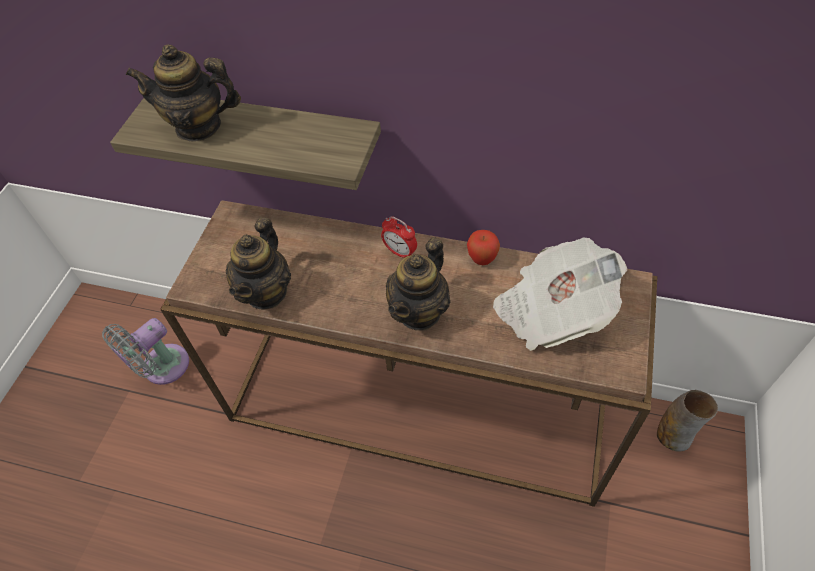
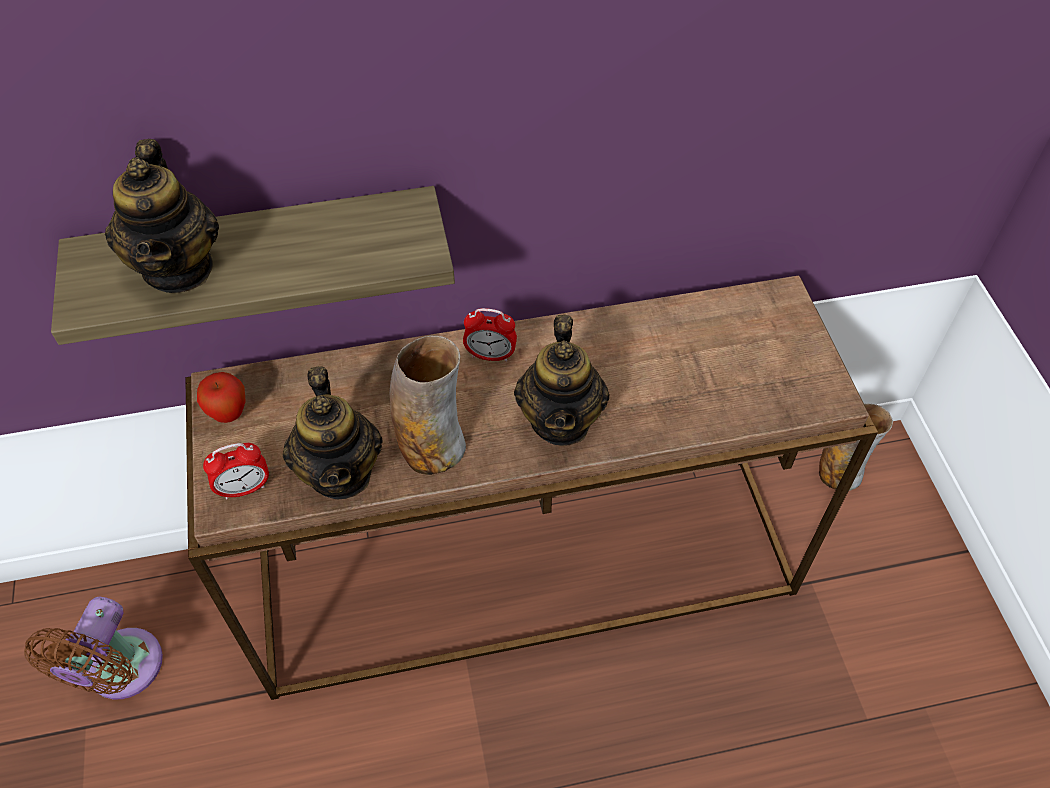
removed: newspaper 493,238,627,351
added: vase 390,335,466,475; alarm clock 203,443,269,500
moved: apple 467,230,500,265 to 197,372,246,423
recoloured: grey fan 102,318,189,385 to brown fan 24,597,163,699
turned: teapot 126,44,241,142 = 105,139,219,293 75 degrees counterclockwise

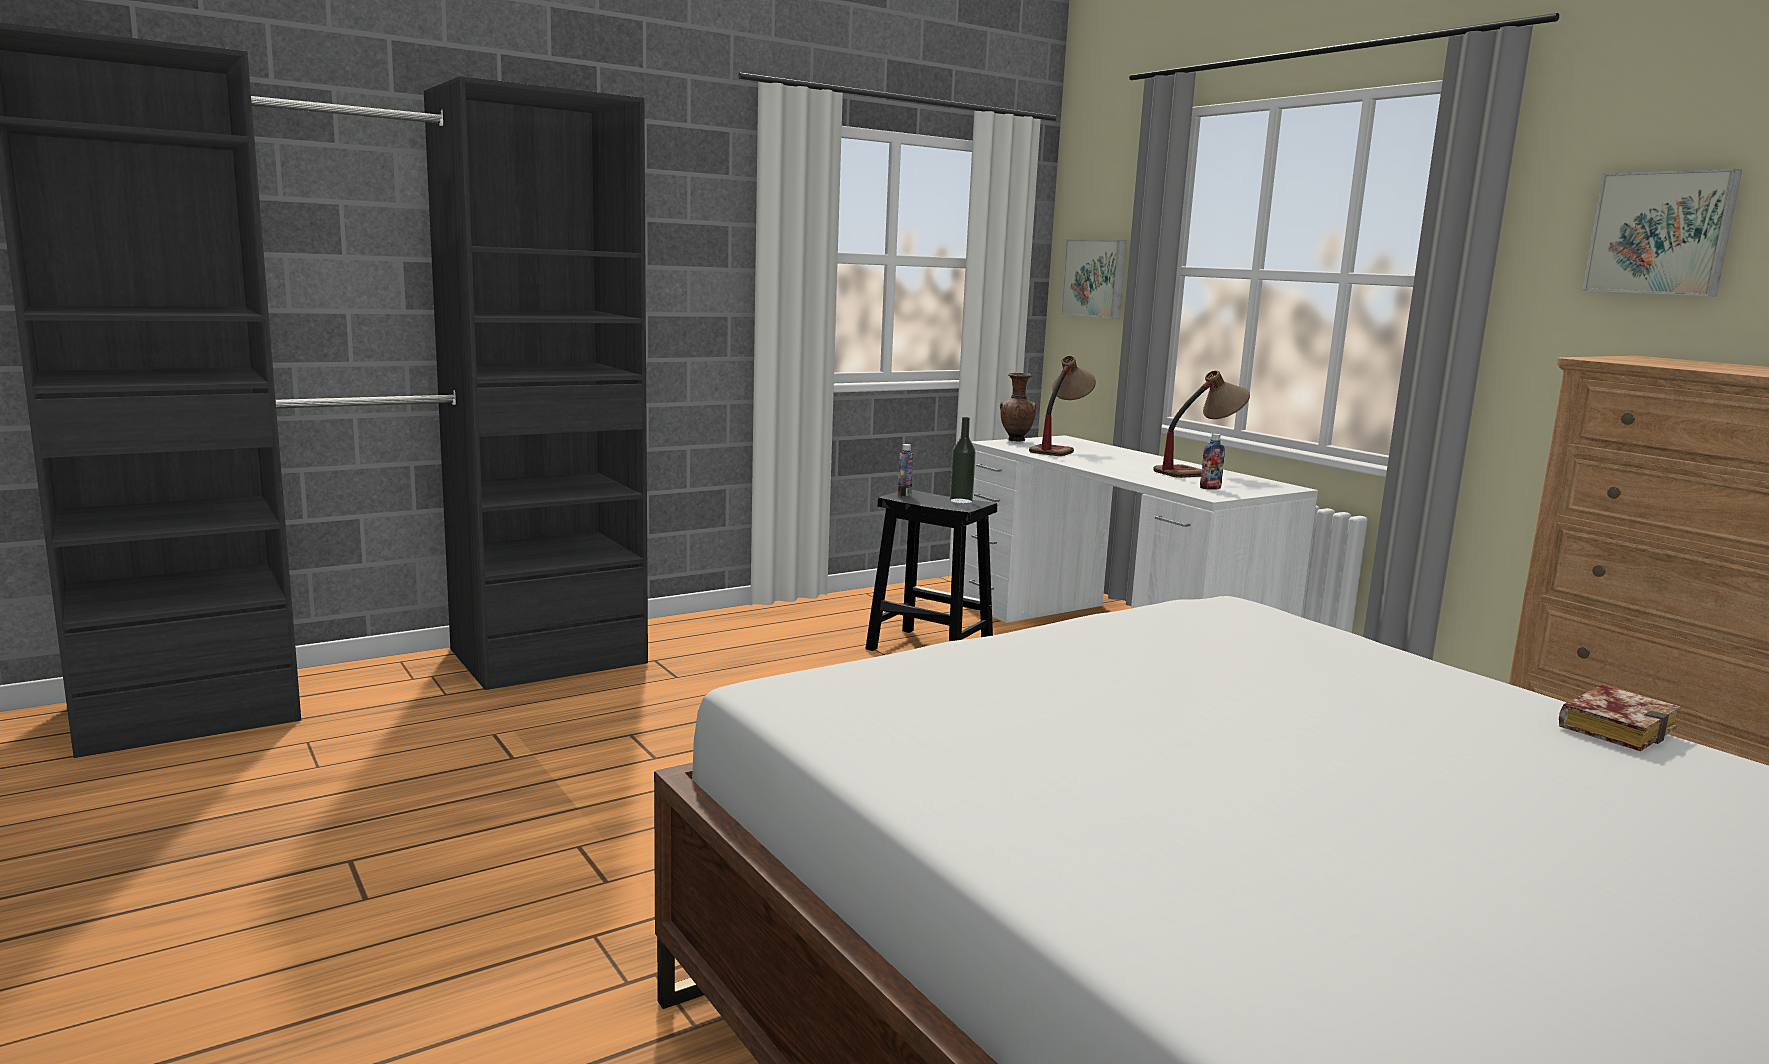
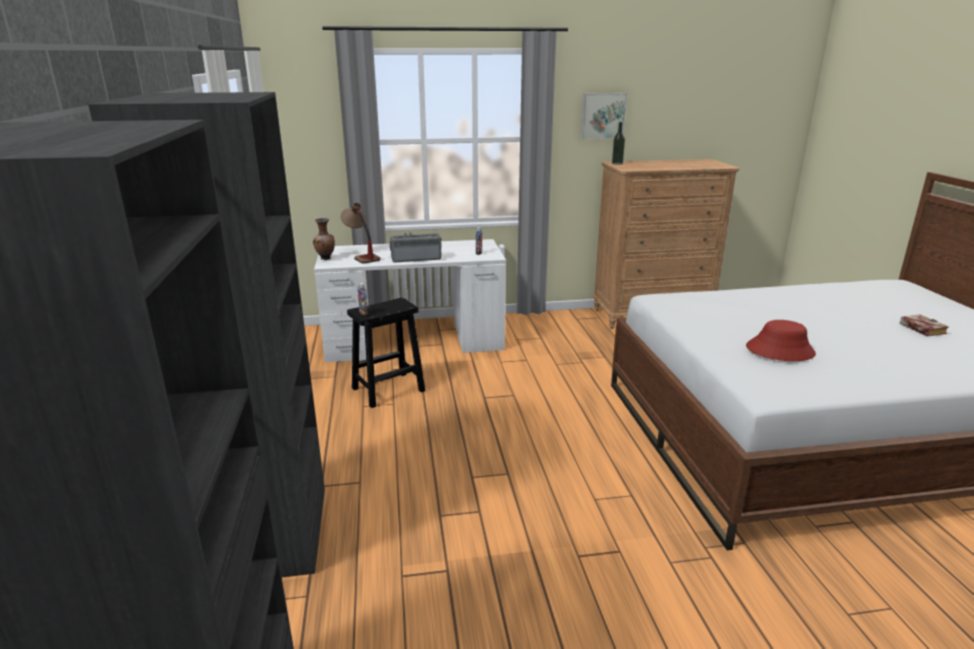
removed: picture 1061,239,1126,319; table lamp 1153,370,1250,478
added: radio 390,232,442,263; red hat 746,320,816,361
moved: bottle 950,417,976,504 to 612,122,625,165; book 1559,685,1681,751 to 899,314,949,336

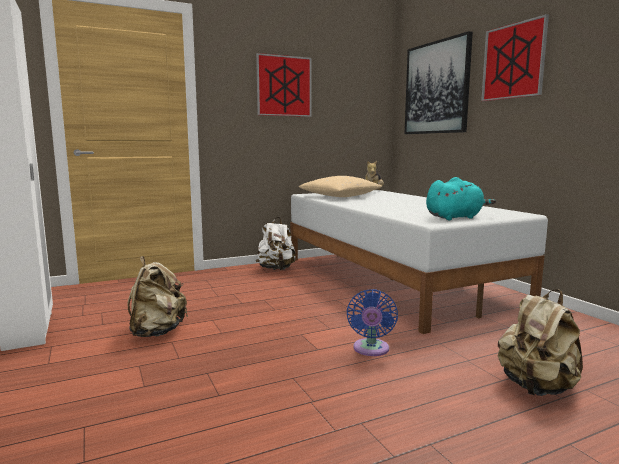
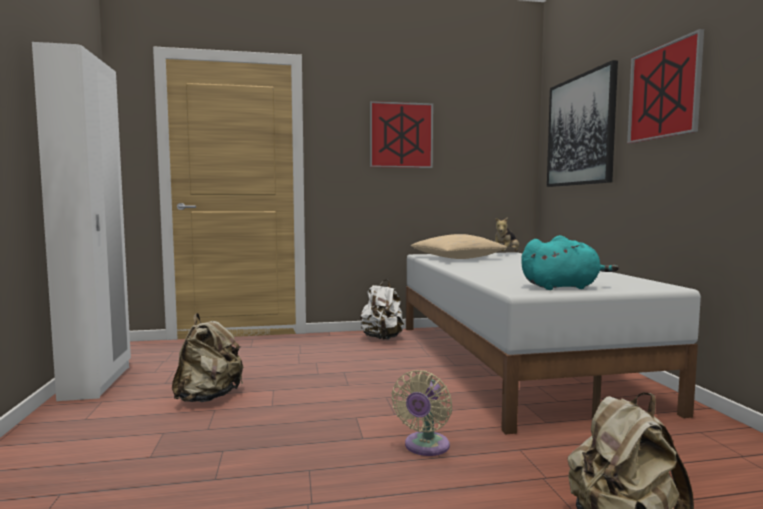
recoloured: blue fan 347,289,398,356 to beige fan 391,370,452,456

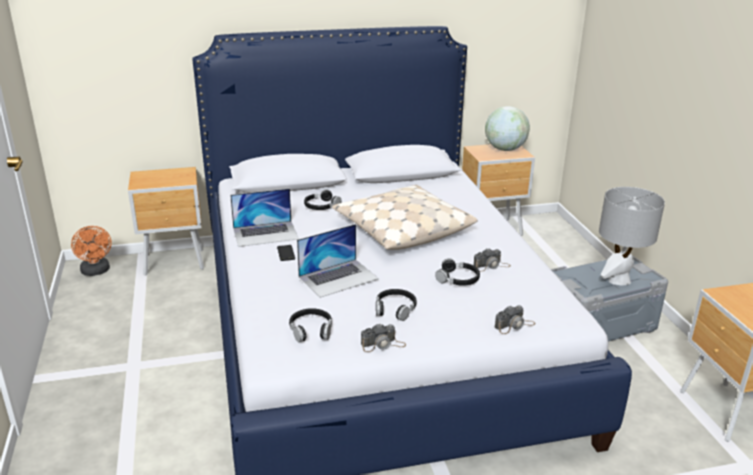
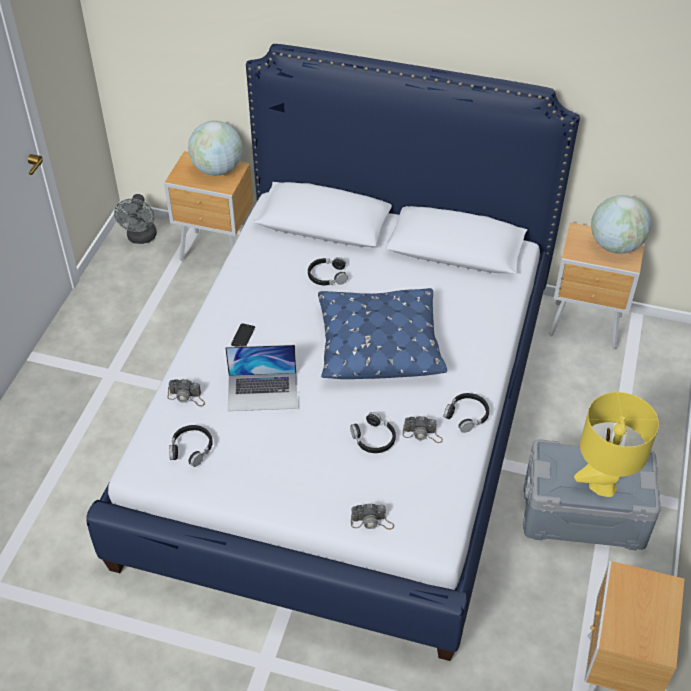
removed: laptop 230,188,299,247
added: globe 188,121,242,176
moved: black headphones 376,289,417,321 to 443,393,489,433; photo camera 361,324,406,352 to 167,379,205,406
recoloured: beige pillow 332,185,478,250 to blue pillow 318,288,447,379; grey table lamp 599,187,665,286 to yellow table lamp 574,392,659,497; orange fan 71,226,112,276 to grey fan 114,194,157,244

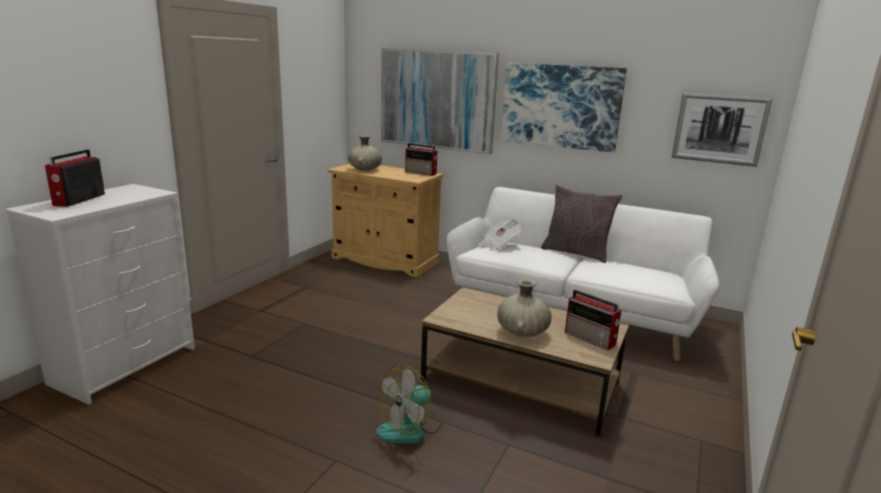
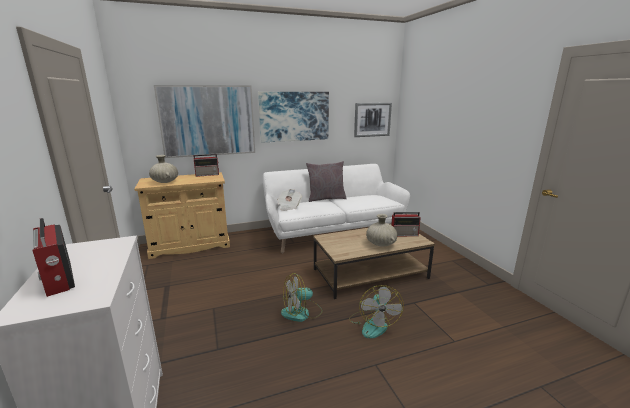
added: fan 281,273,323,322

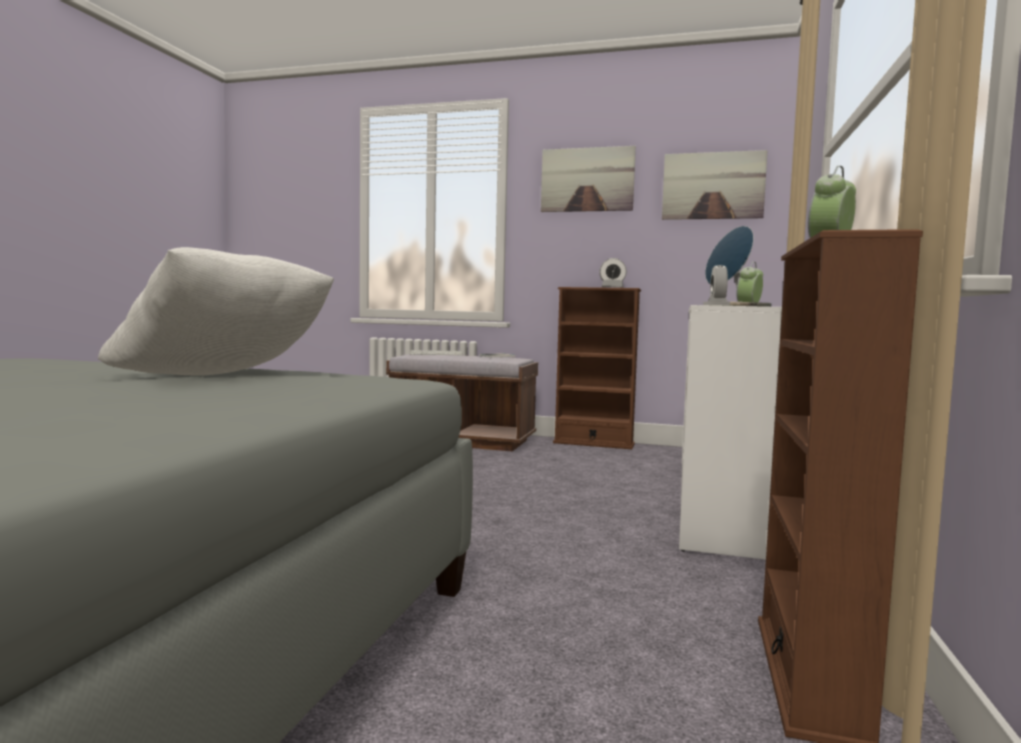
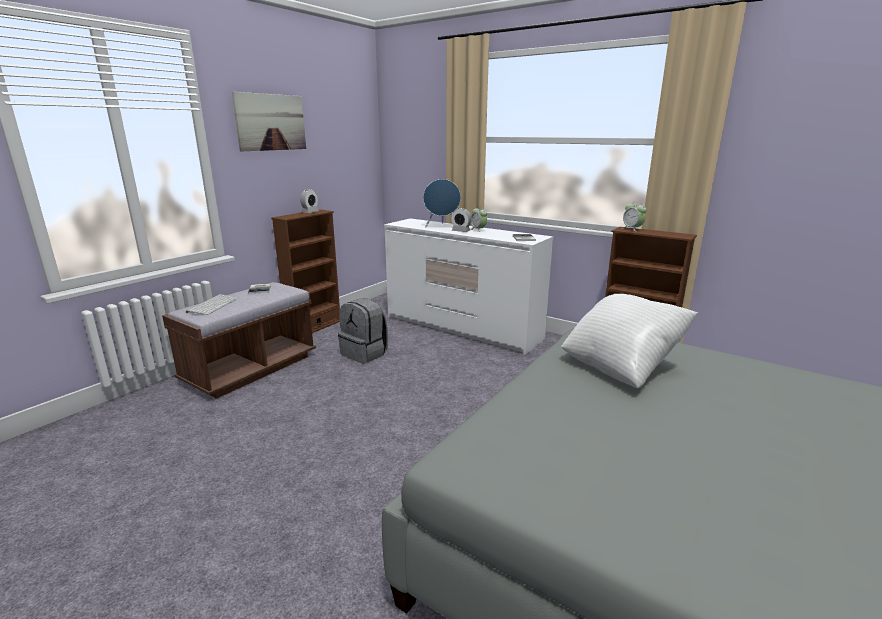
removed: picture 662,150,767,220
added: grey backpack 338,298,388,364

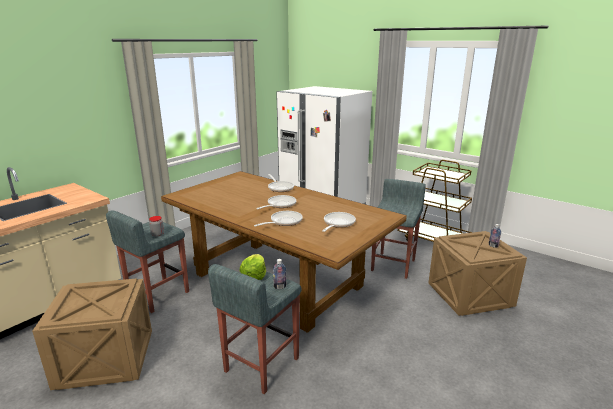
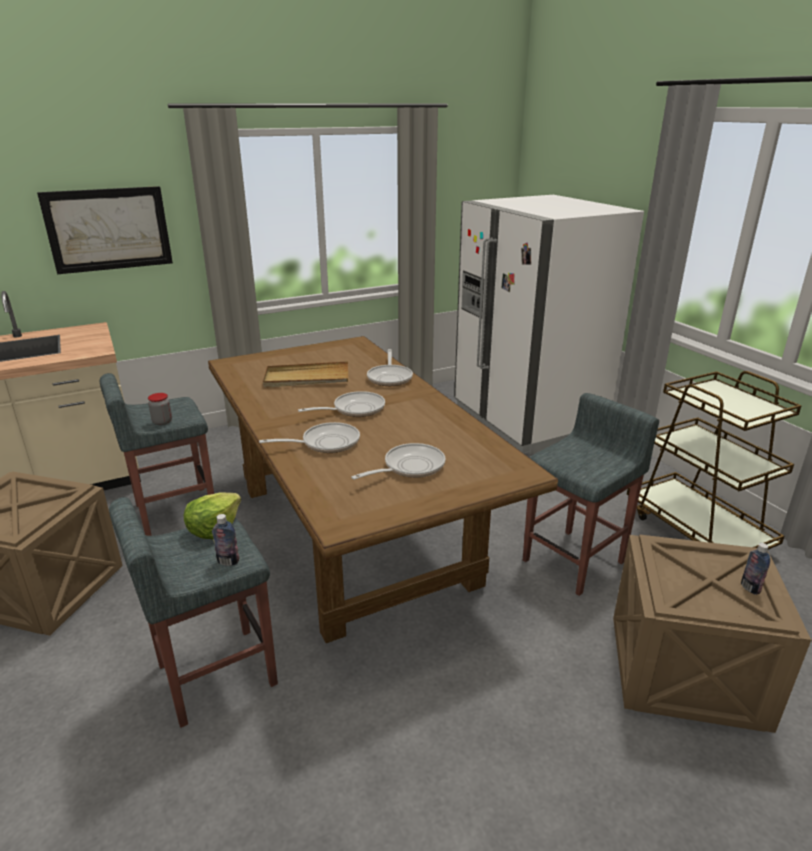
added: picture 37,186,173,274; beige tray 263,361,348,388

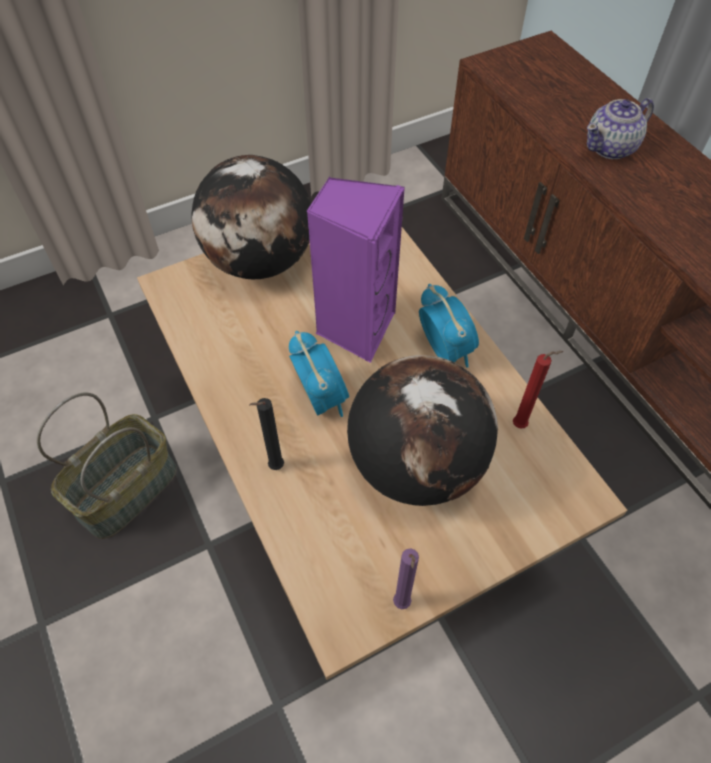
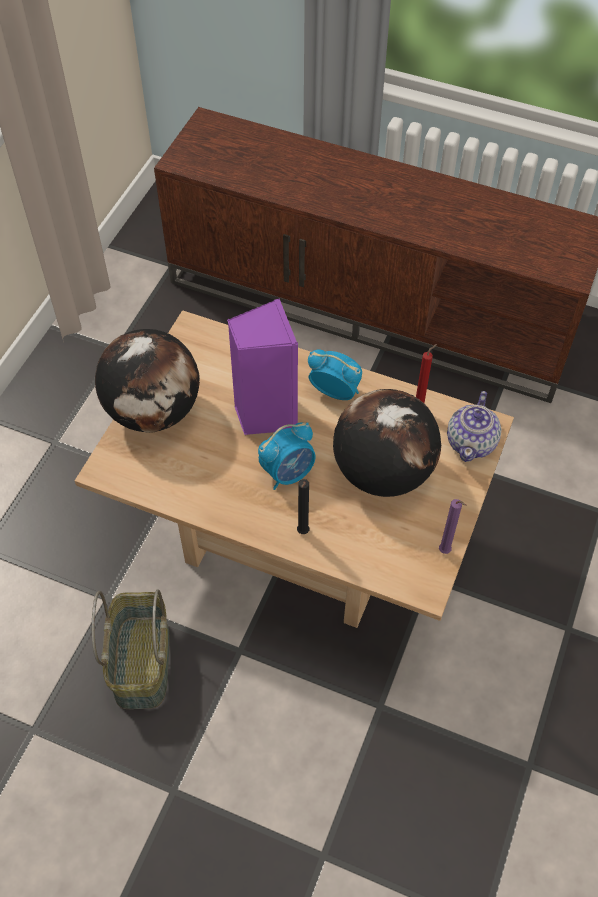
moved: teapot 587,98,654,159 to 447,391,501,462
turned: alarm clock 289,331,349,417 = 258,422,315,490 120 degrees clockwise

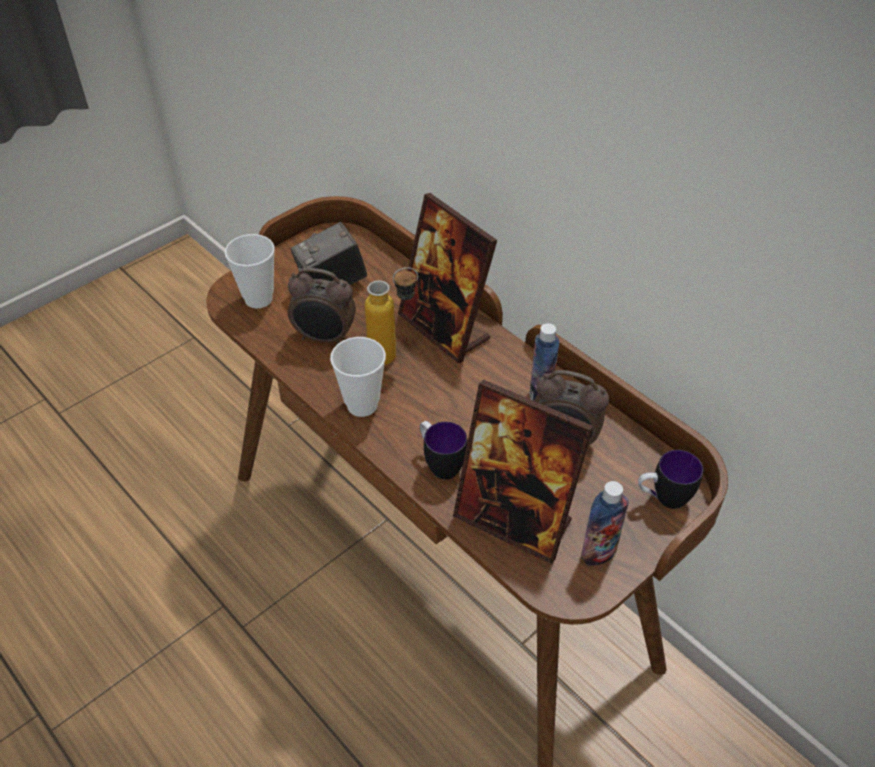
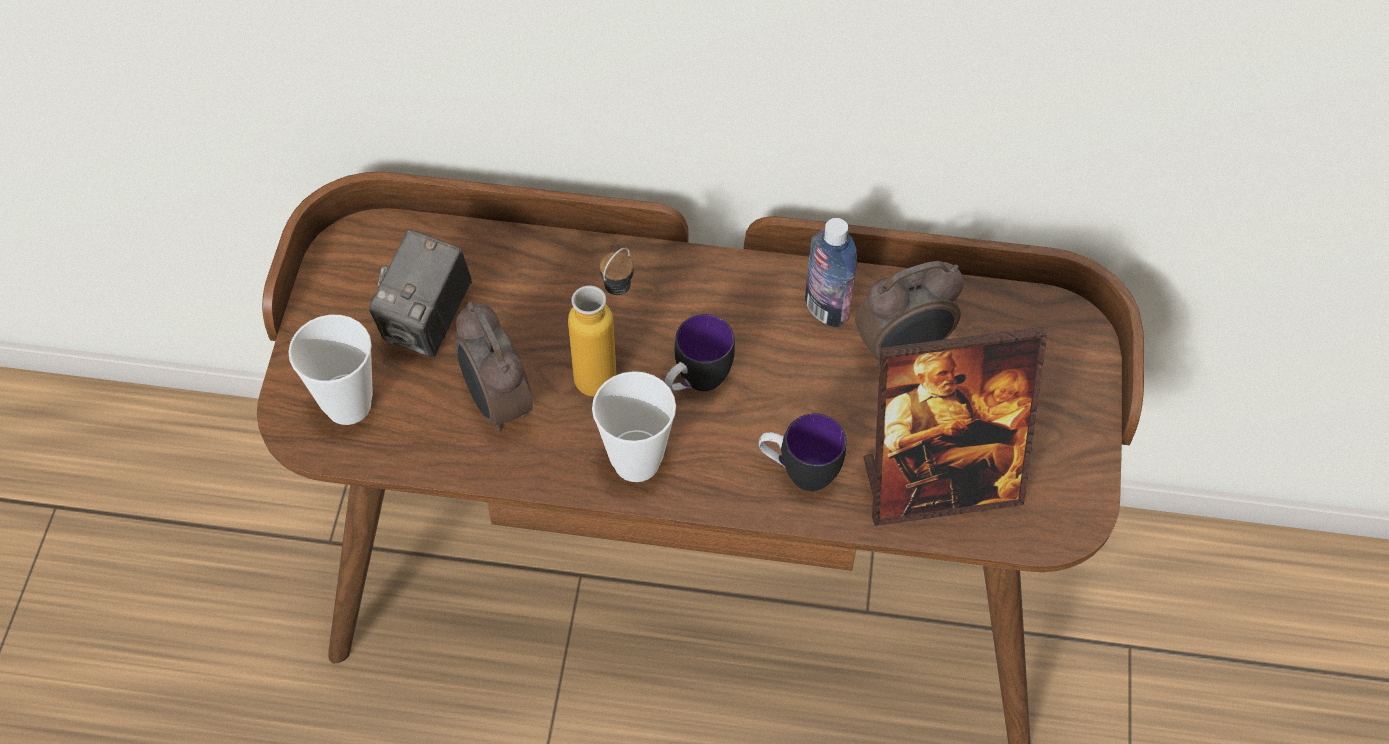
removed: picture frame 398,193,497,363; bottle 581,481,629,566
moved: mug 638,450,703,509 to 665,314,735,391
turned: alarm clock 288,268,356,343 = 455,301,533,431 90 degrees clockwise

